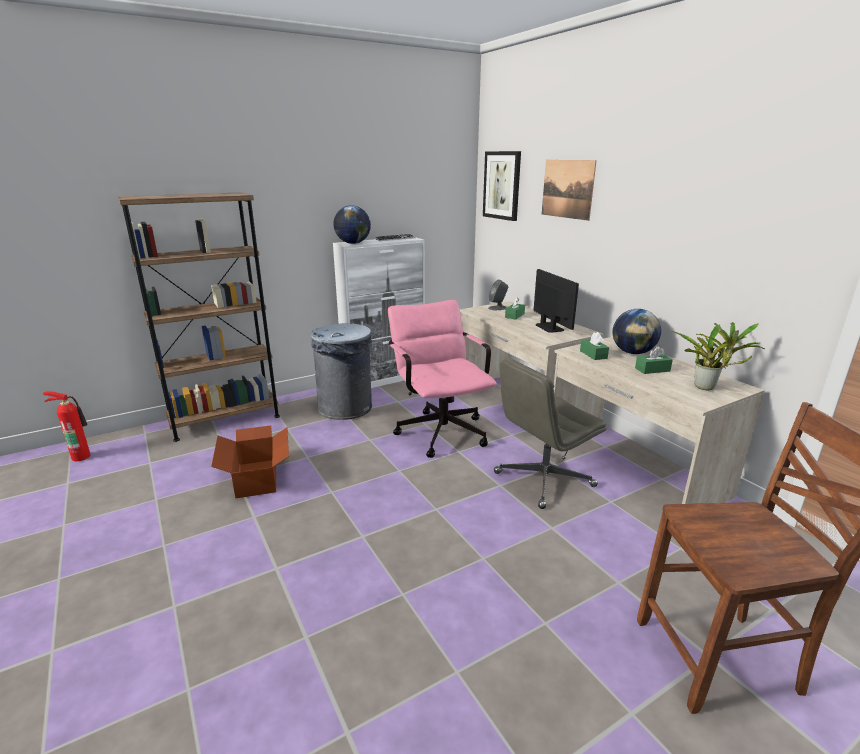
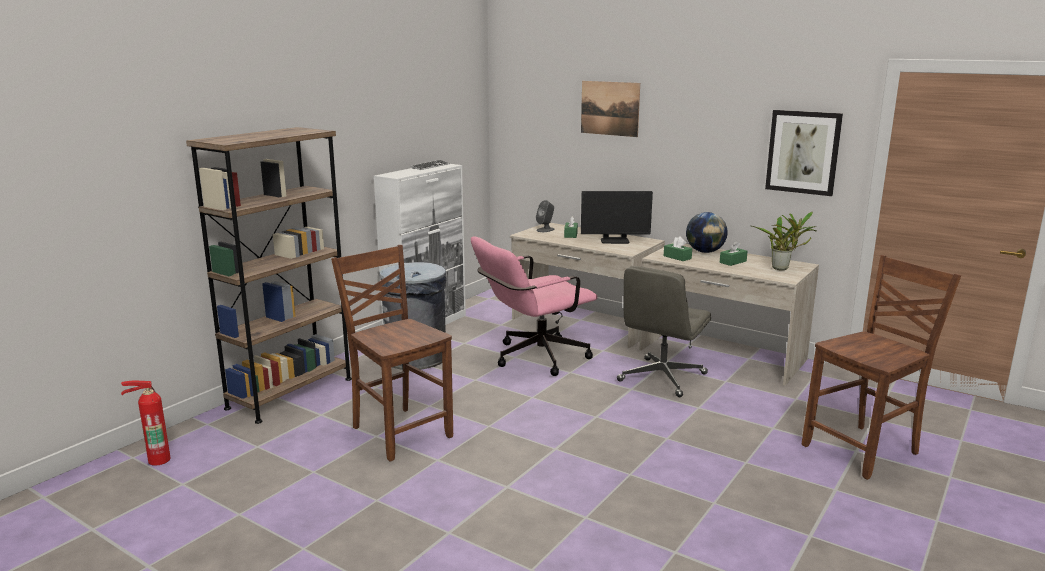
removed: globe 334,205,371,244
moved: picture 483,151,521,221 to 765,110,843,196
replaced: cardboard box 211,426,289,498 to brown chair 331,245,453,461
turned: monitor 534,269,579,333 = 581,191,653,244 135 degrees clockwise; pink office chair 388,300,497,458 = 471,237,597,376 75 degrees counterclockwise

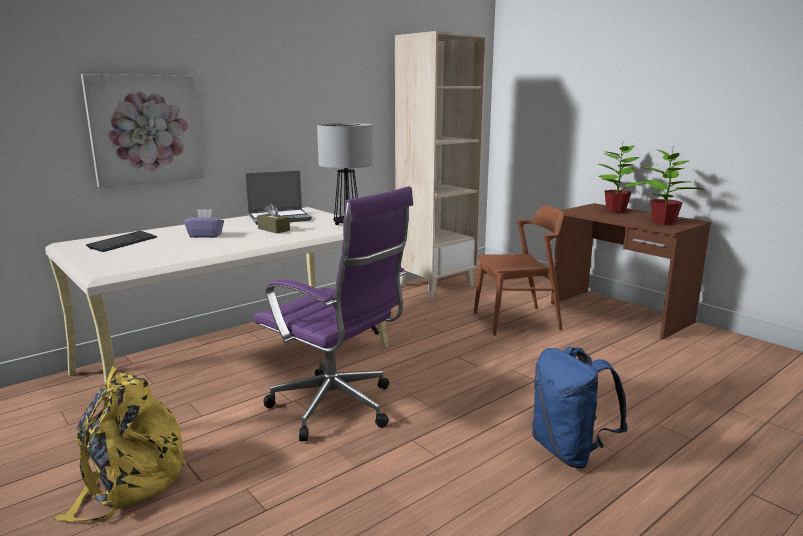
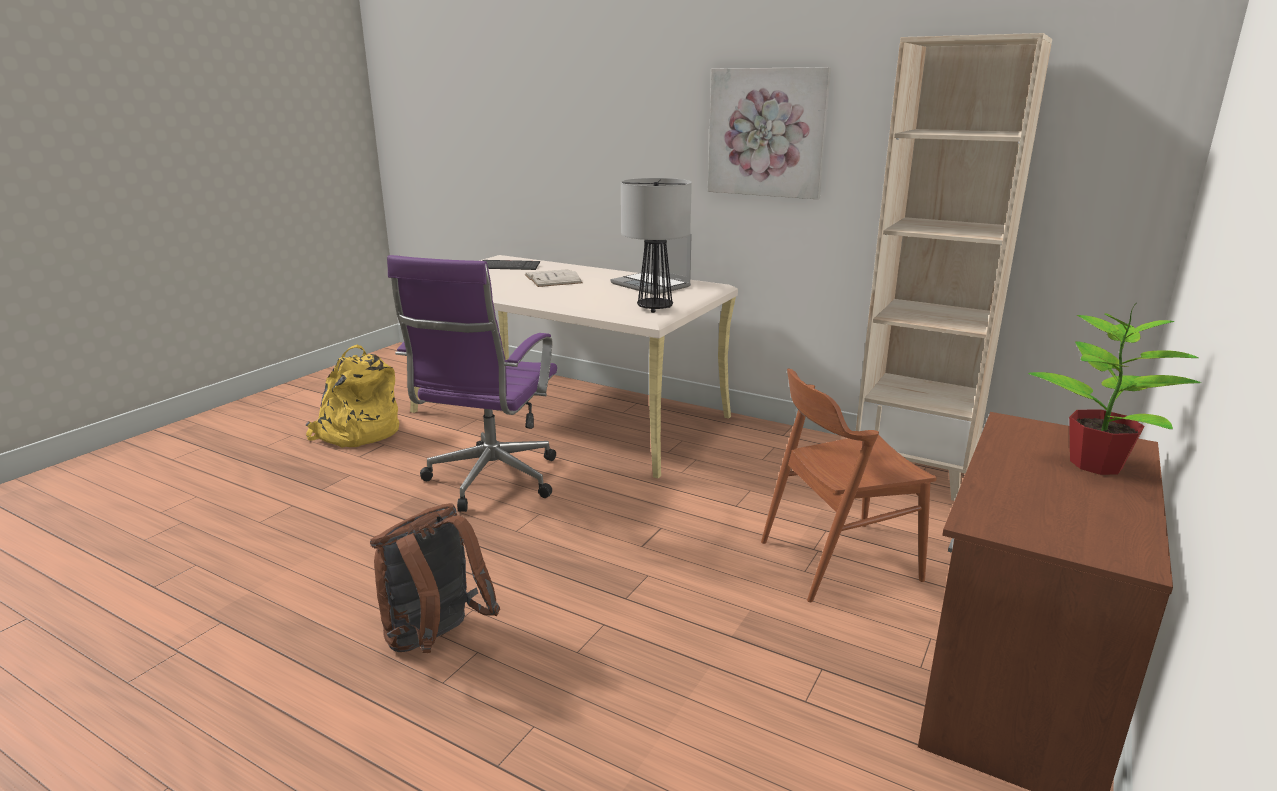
removed: potted plant 641,149,706,225; brown tissue box 257,203,290,233
moved: picture 81,74,204,188 to 708,67,831,199
replaced: purple tissue box 184,209,224,238 to white book 525,269,582,287
recoloured: blue backpack 532,347,628,468 to brown backpack 370,503,500,653
turned: brown chair 474,205,564,336 = 761,368,936,602 105 degrees clockwise

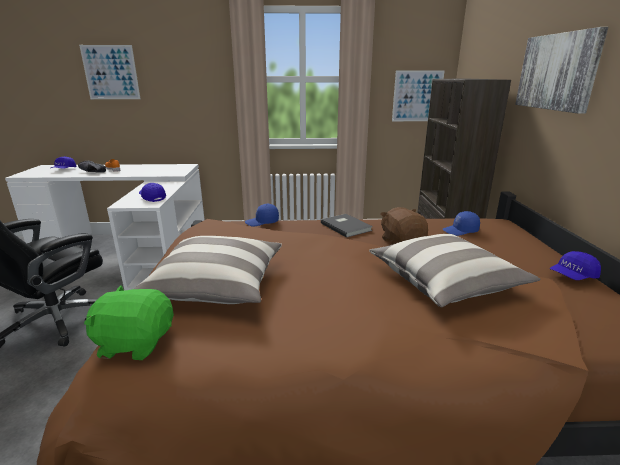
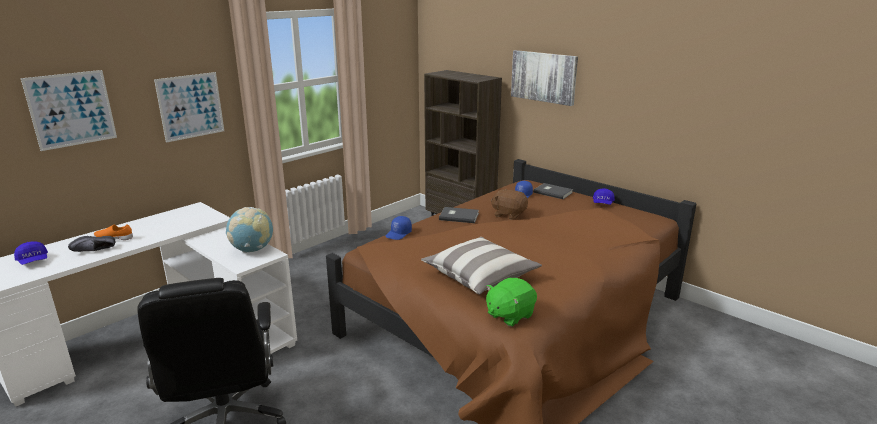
removed: pillow 369,234,540,307
added: grey book 533,183,573,199
moved: picture 392,71,444,121 to 154,72,224,143
replaced: blue cap 139,183,166,202 to globe 226,207,273,253

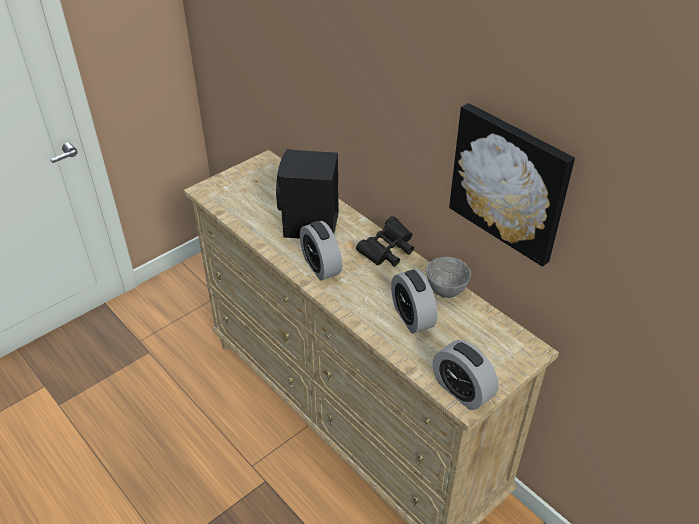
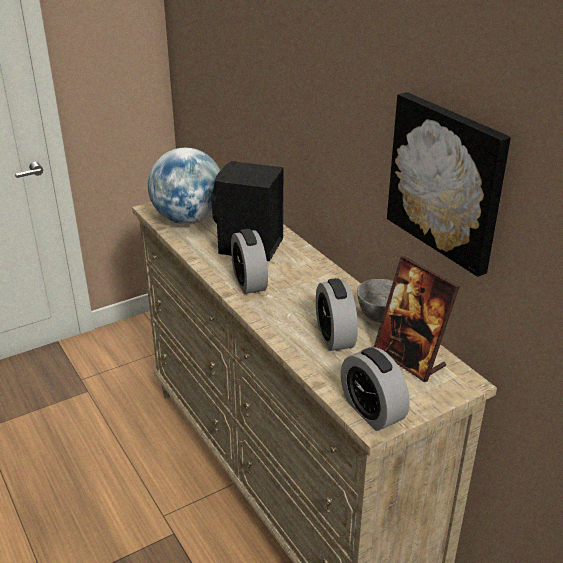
removed: black binoculars 356,216,414,267
added: globe 148,148,220,224; picture frame 374,256,460,382

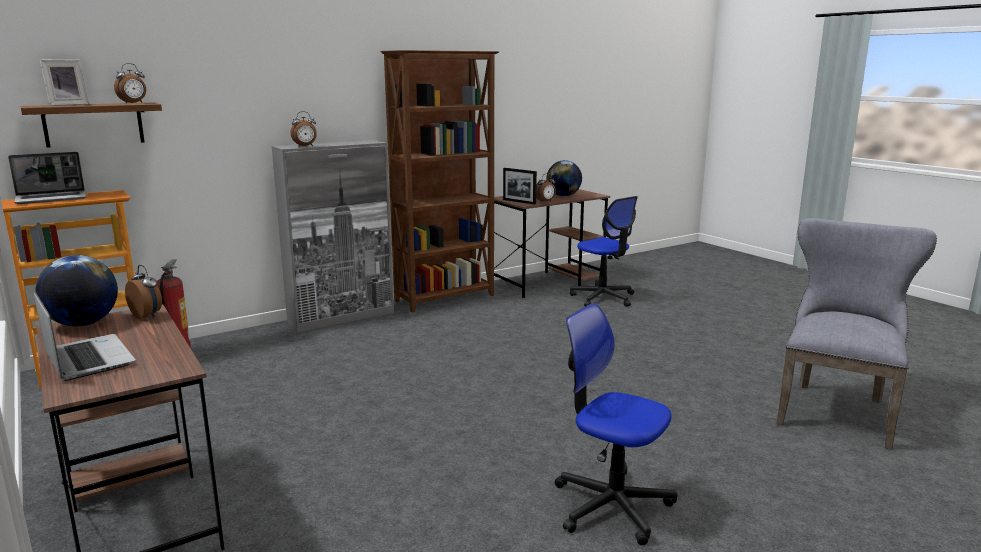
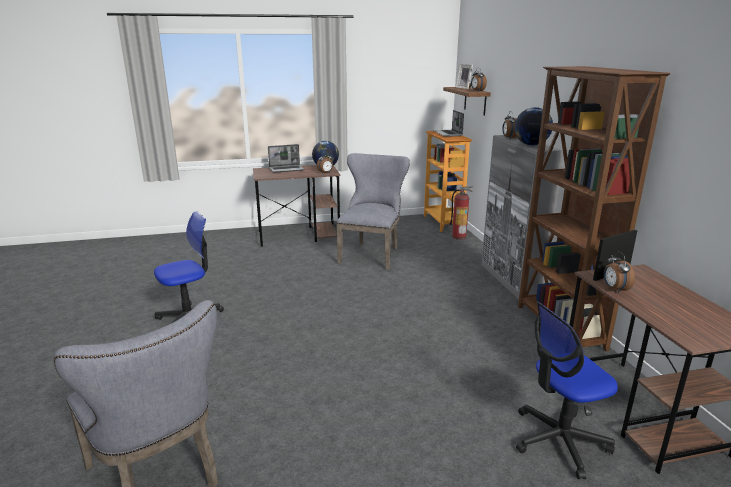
added: grey chair 336,153,410,270
moved: globe 546,160,582,197 to 514,107,553,145

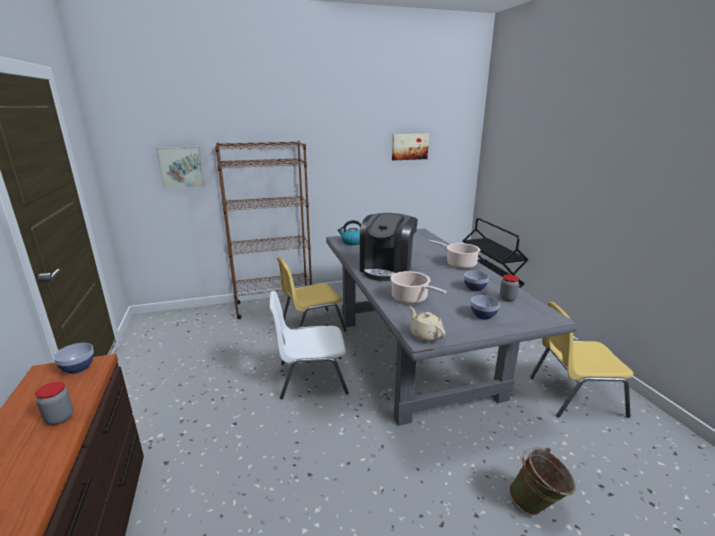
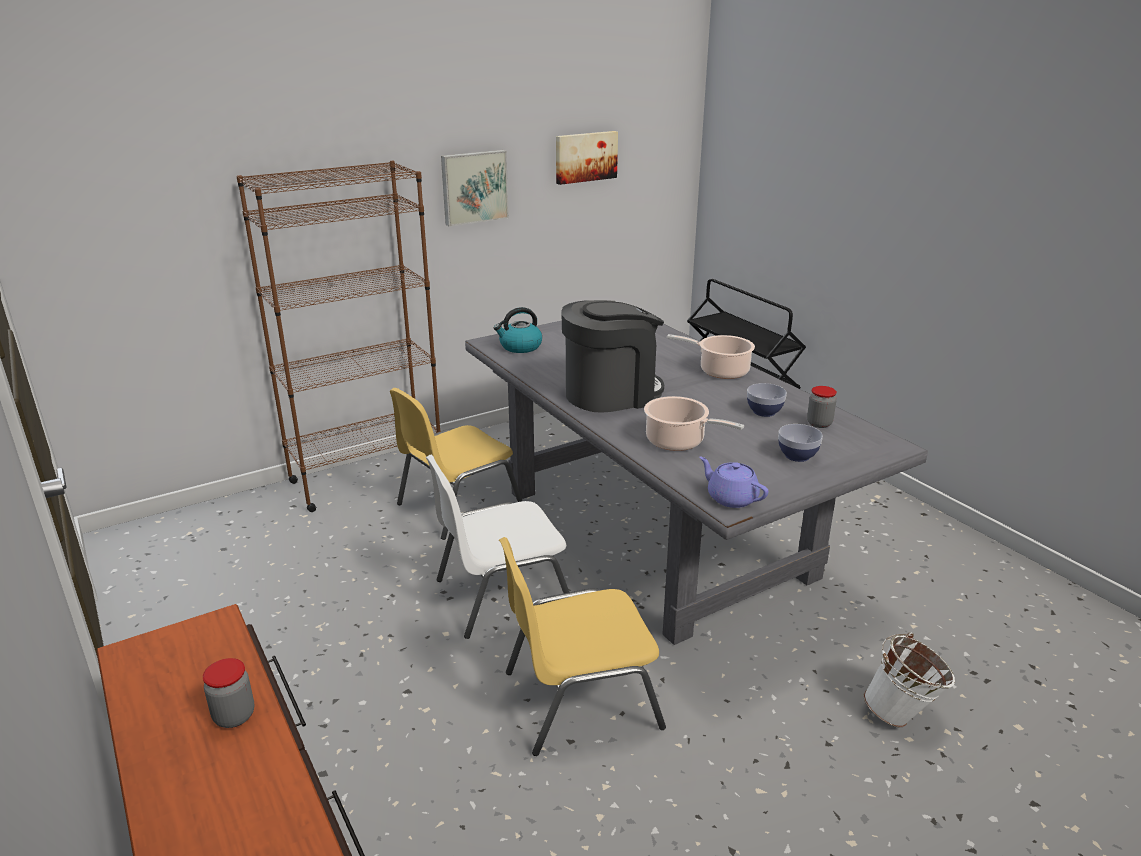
removed: bowl 53,343,94,374
moved: picture 156,146,205,189 to 441,150,509,226; yellow chair 530,302,633,418 to 499,537,666,756
recoloured: beige teapot 410,306,445,342 to purple teapot 699,457,769,508; green bucket 509,447,576,516 to white bucket 864,632,955,727
turned: coffee machine 360,213,418,281 = 561,300,664,413 120 degrees counterclockwise

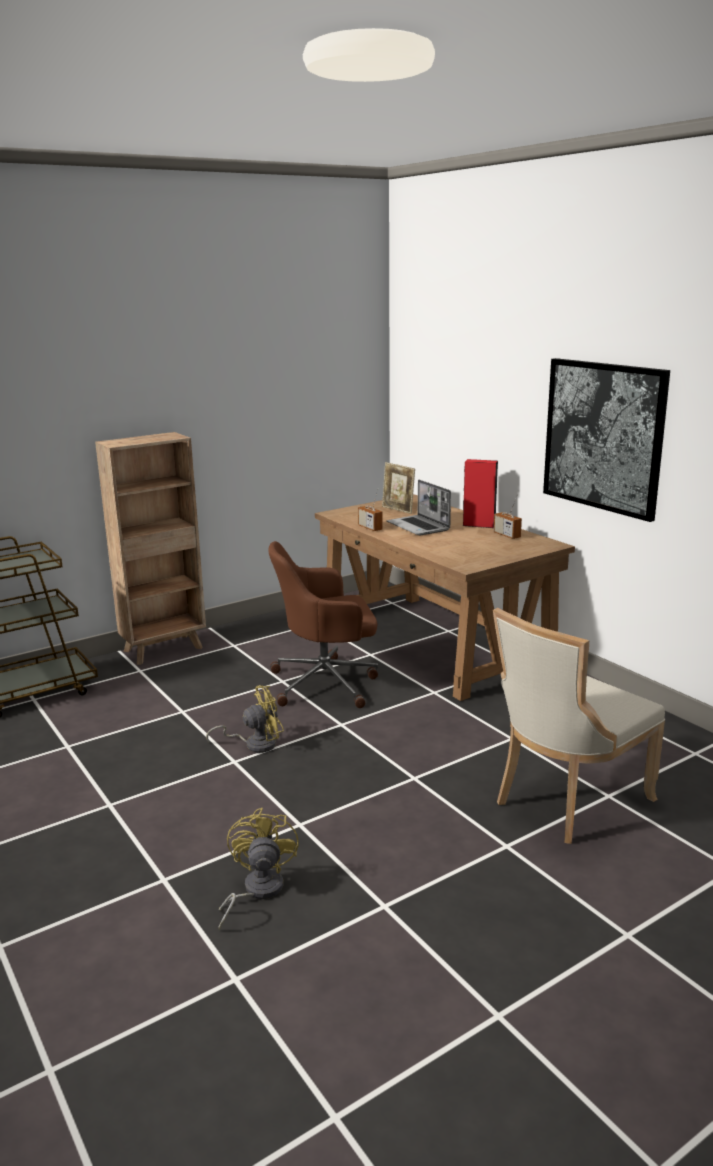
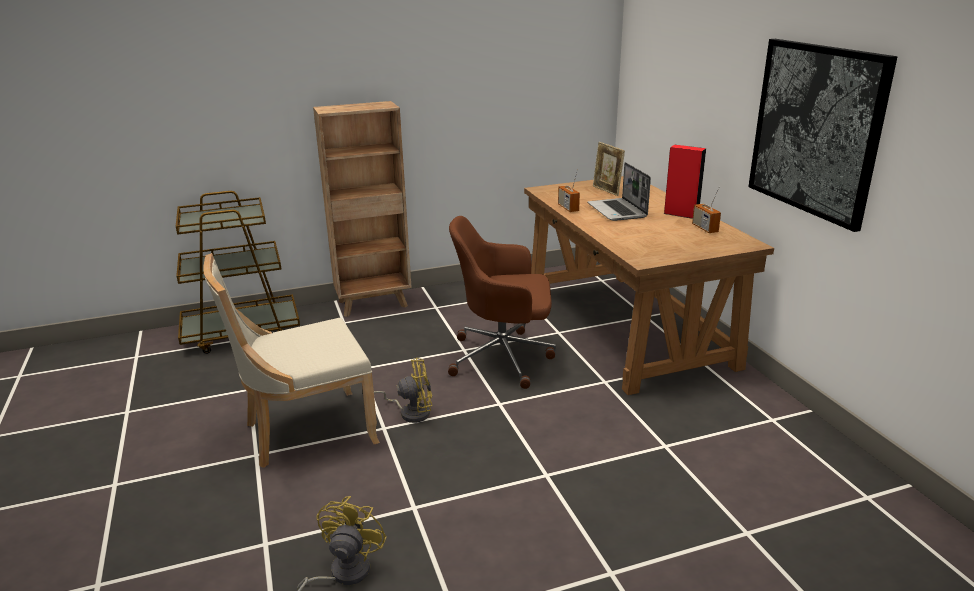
moved: beige chair 493,608,665,844 to 203,253,380,468

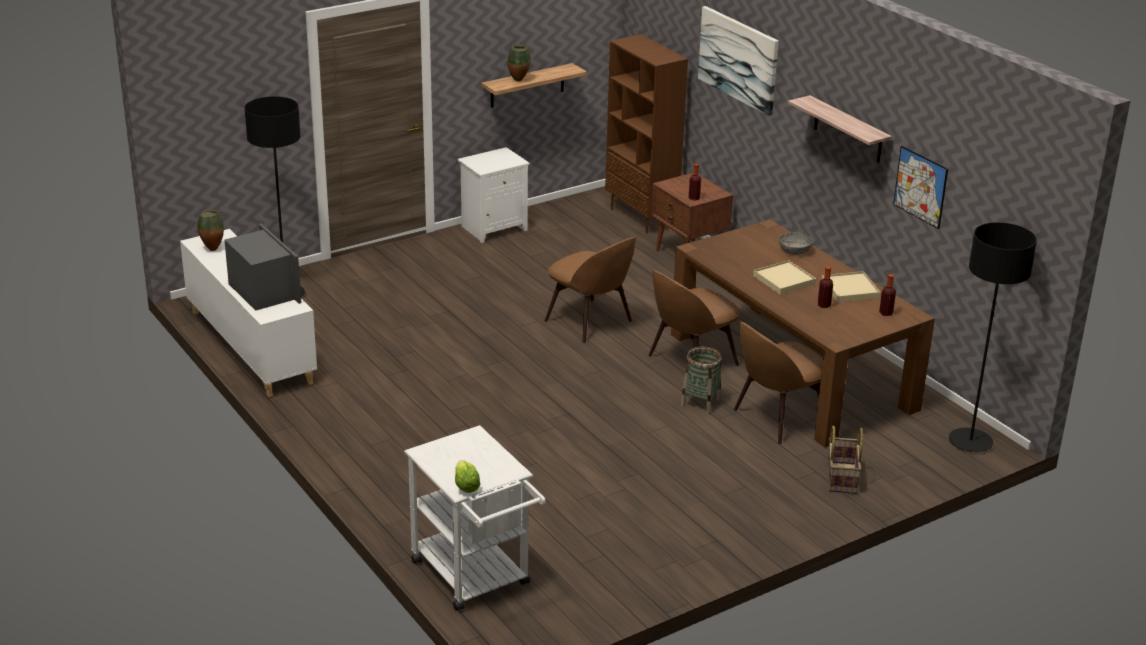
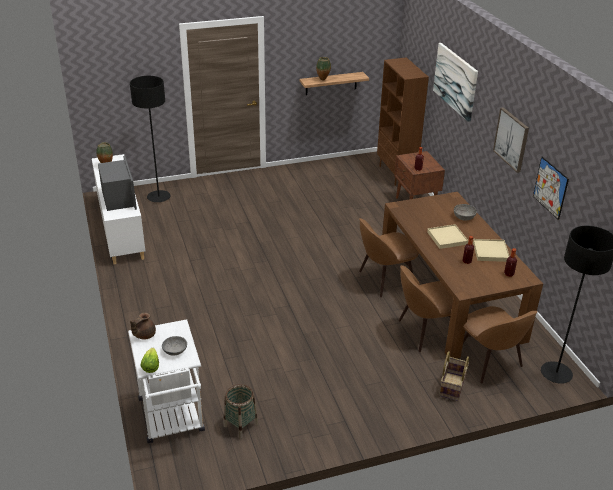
removed: white nightstand 457,147,530,243
added: brown teapot 130,312,156,340; grey bowl 162,336,187,356
moved: brown chair 545,237,637,343 to 463,306,537,383; basket 681,346,721,414 to 223,384,258,439
replaced: shelf 788,95,892,163 to picture 493,107,529,173

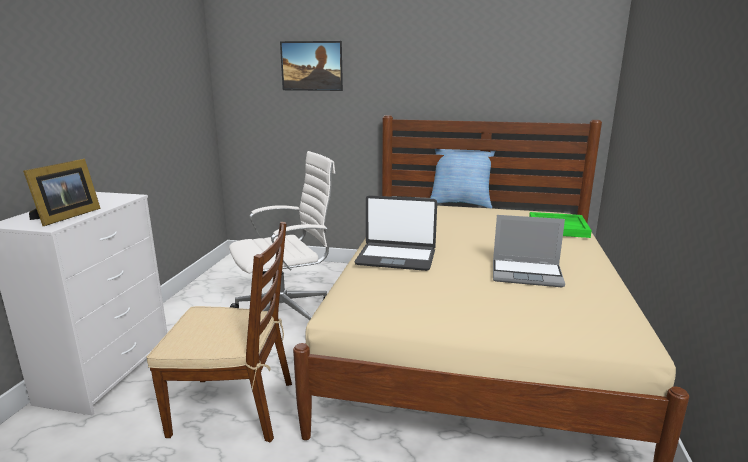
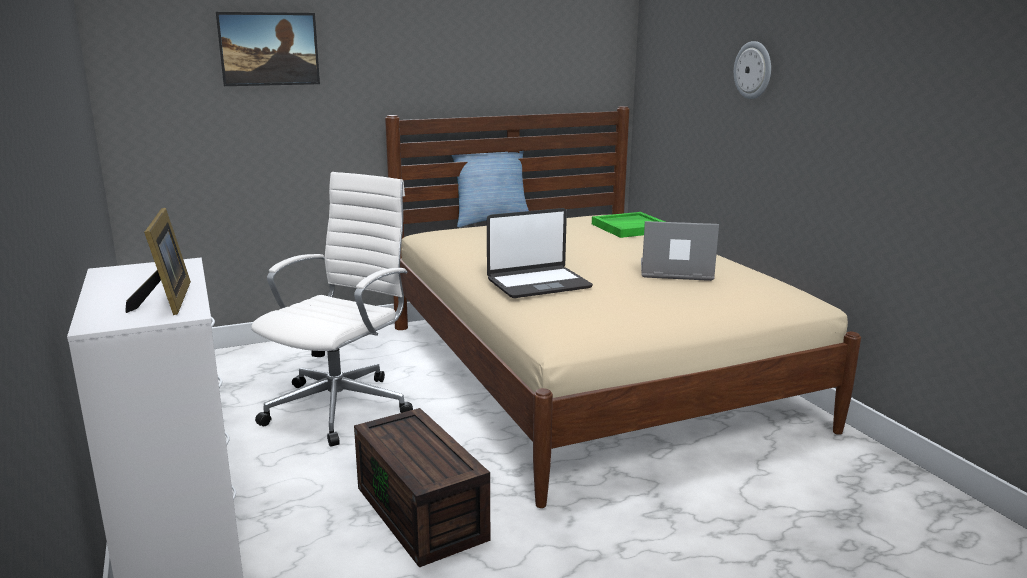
added: wall clock 734,41,771,99
replaced: brown chair 147,222,292,442 to brown storage box 354,408,490,567
turned: laptop 493,215,565,287 = 641,221,719,281 150 degrees counterclockwise

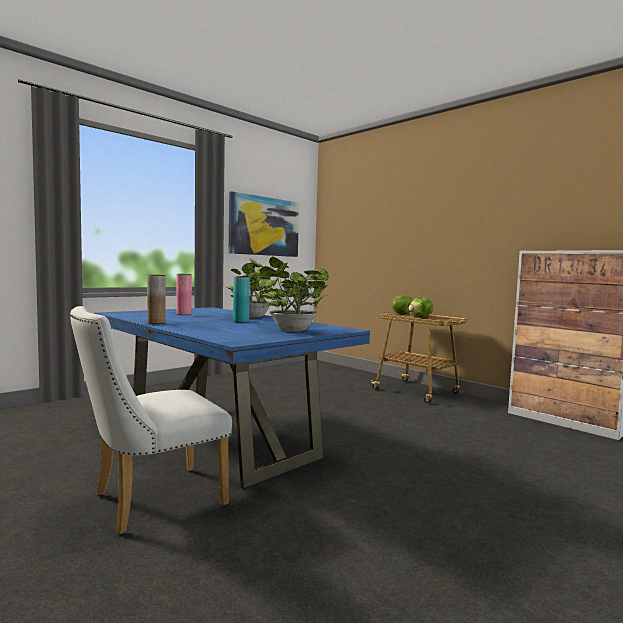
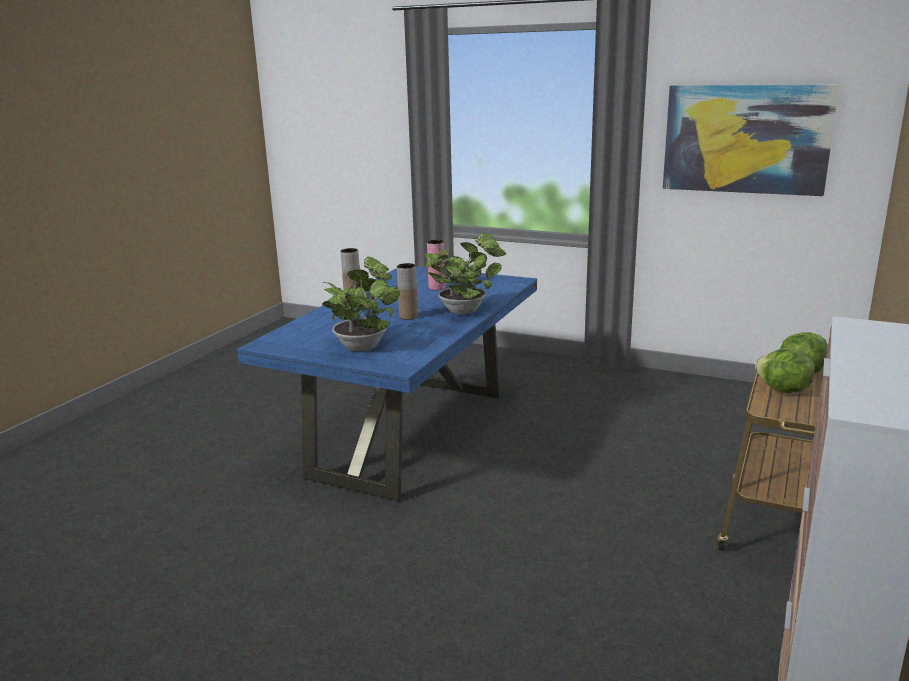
removed: white chair 70,306,232,535
recoloured: turquoise vase 233,276,250,322 to brown vase 397,263,418,320

